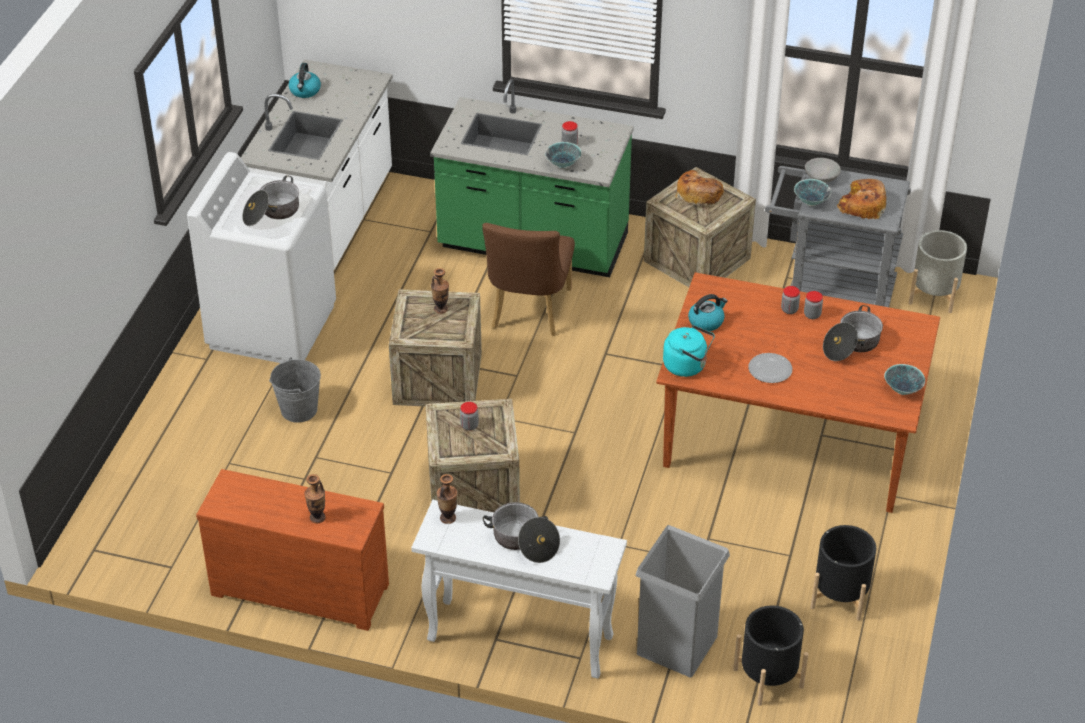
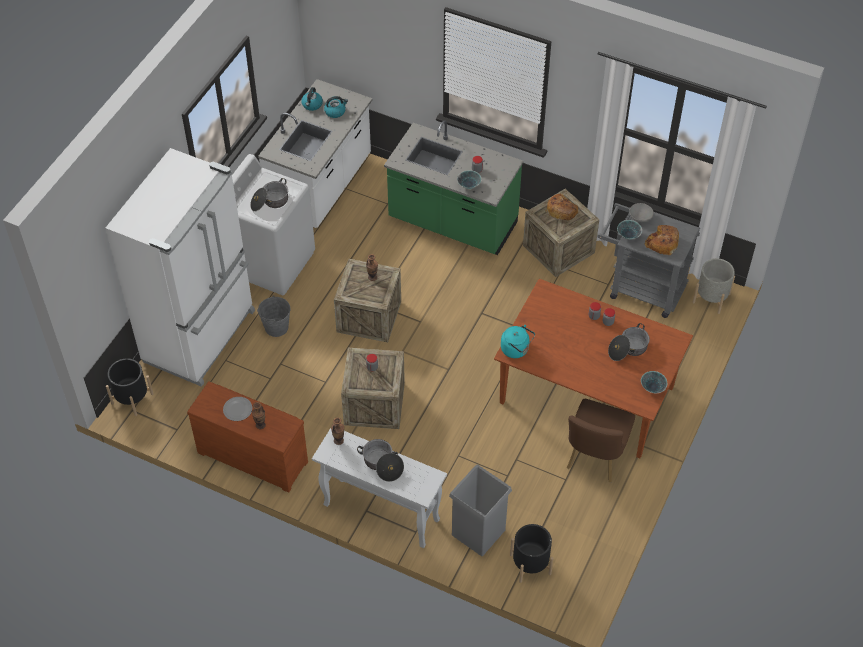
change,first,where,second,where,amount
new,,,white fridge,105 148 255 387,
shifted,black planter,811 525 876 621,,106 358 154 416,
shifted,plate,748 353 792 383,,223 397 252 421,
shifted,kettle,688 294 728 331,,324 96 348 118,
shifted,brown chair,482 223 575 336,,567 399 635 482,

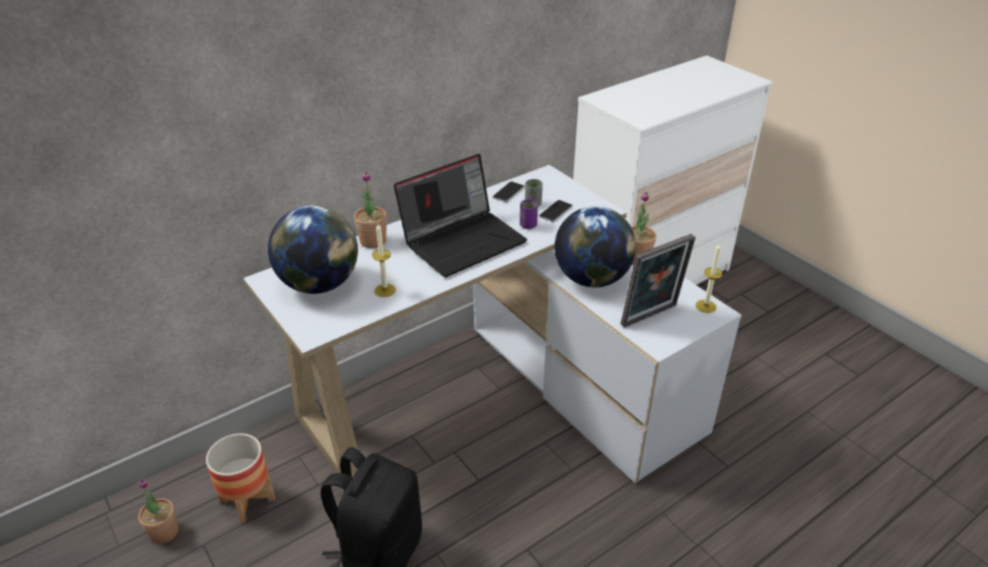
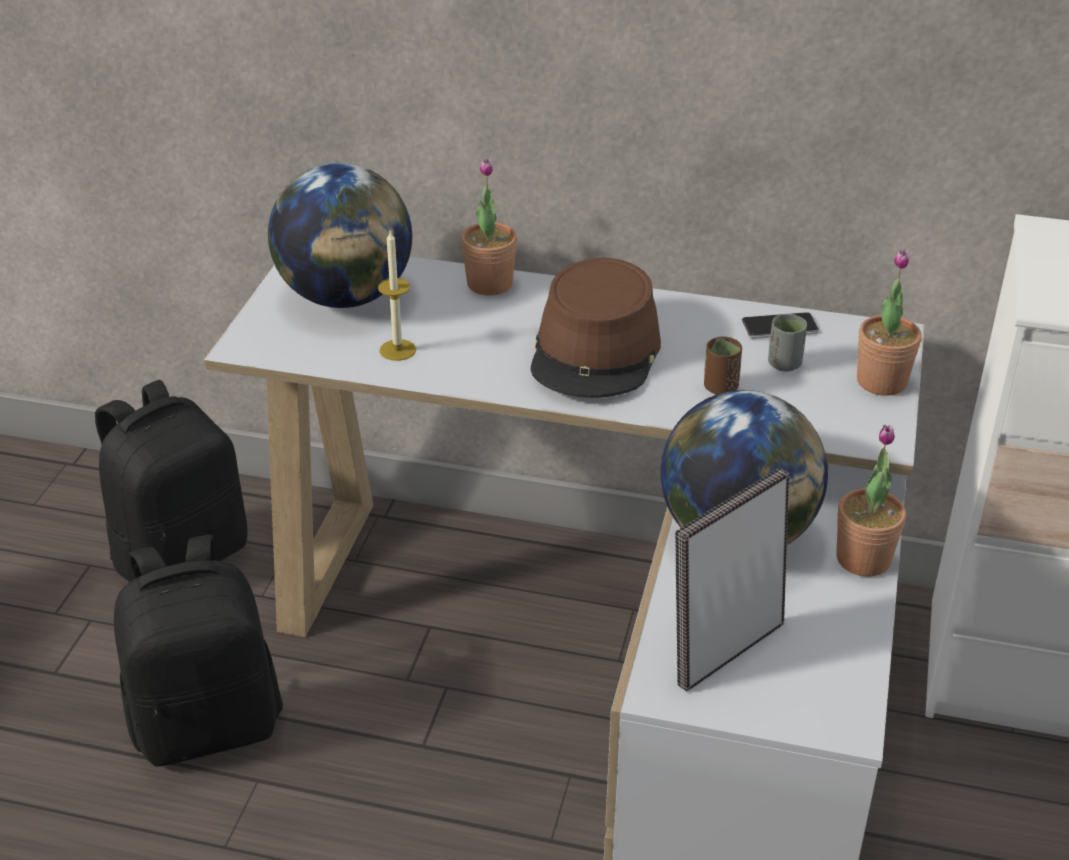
change,first,where,second,where,amount
swapped,planter,206 434 275 523,black backpack,95 380 247 582,
swapped,laptop,394 154 527 277,brown hat,530 258 661 398,
rotated,picture frame,621 234 696 328,,675 468 789 692,120 degrees clockwise
repainted,purple cup,520 199 538 229,brown cup,704 337 742 395,
shifted,potted plant,138 478 179 544,,857 250 922 396,
gone,phone,539 200 573 222,,,
gone,candle,696 243 722 313,,,

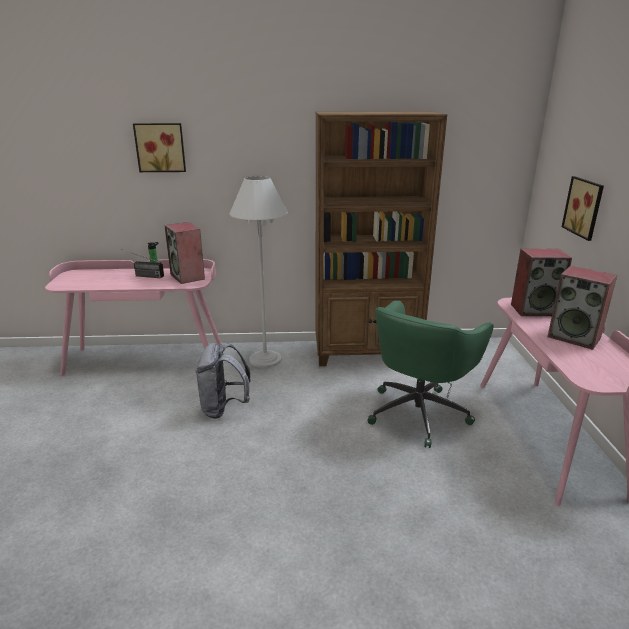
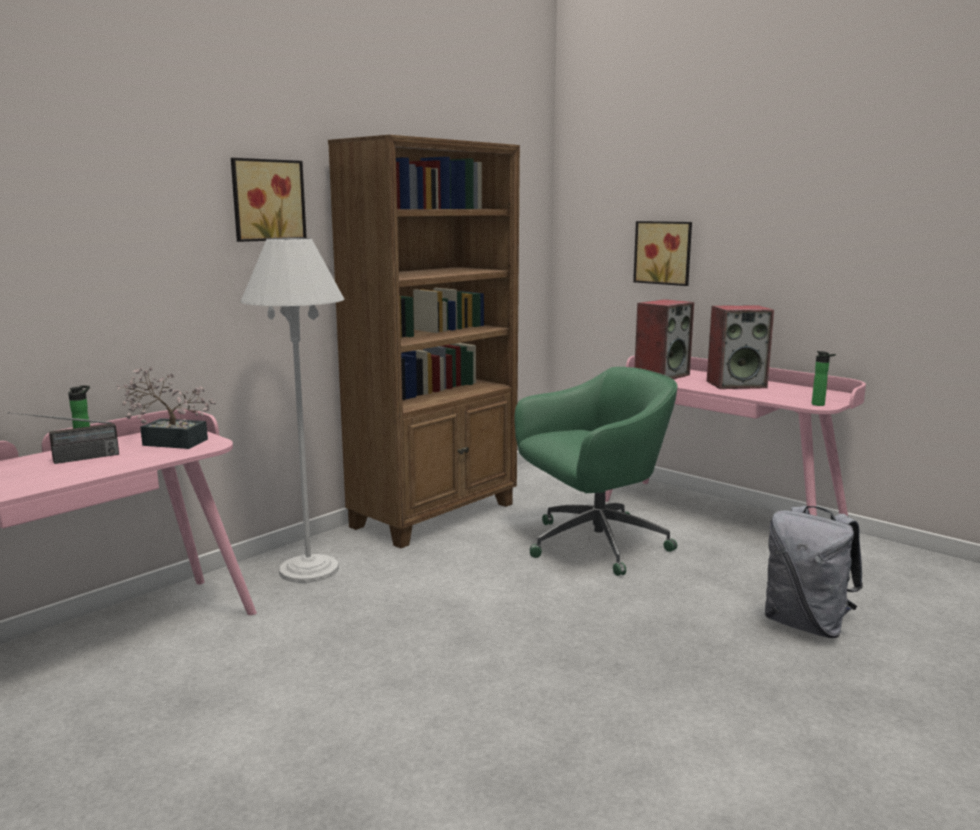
change,first,where,second,where,amount
swapped,speaker,164 222 205 284,potted plant,117 367 216 449,
shifted,picture,133 123 186 172,,231 158 307 242,
rotated,green office chair,367 300 493 448,,515 367 677 576,105 degrees counterclockwise
shifted,grey backpack,195 342 251 419,,765 506 863 638,
new,,,bottle,812 351 836 406,

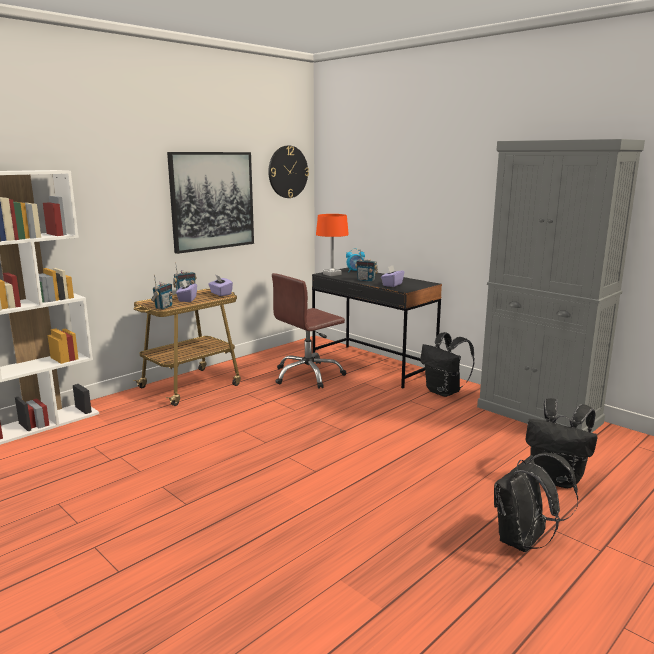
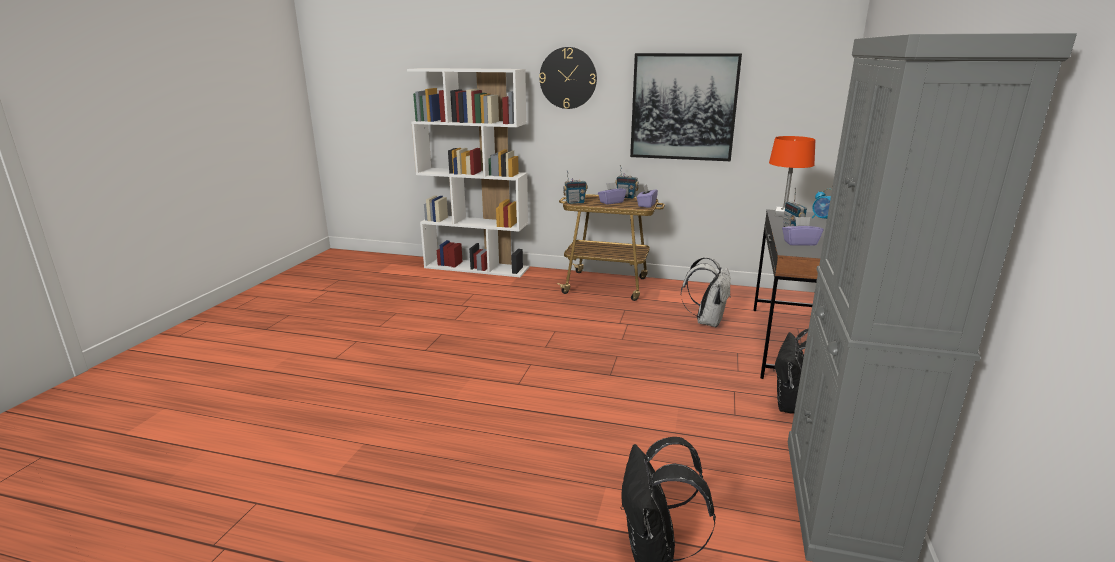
change,first,where,second,where,amount
shifted,wall clock,268 146 309 198,,539 47 597 109,
swapped,brown office chair,272 273 346 389,white backpack,681 257 731 327,
gone,black backpack,494 453 578 552,,,

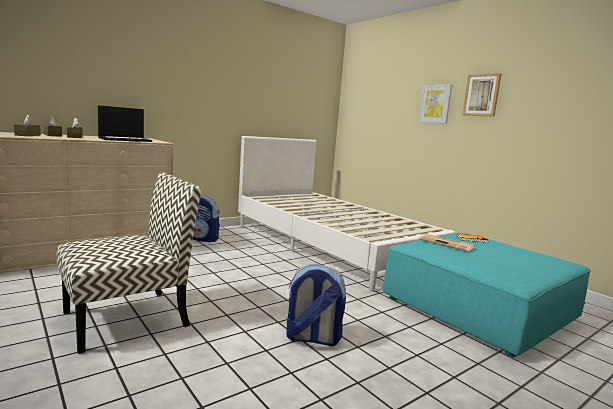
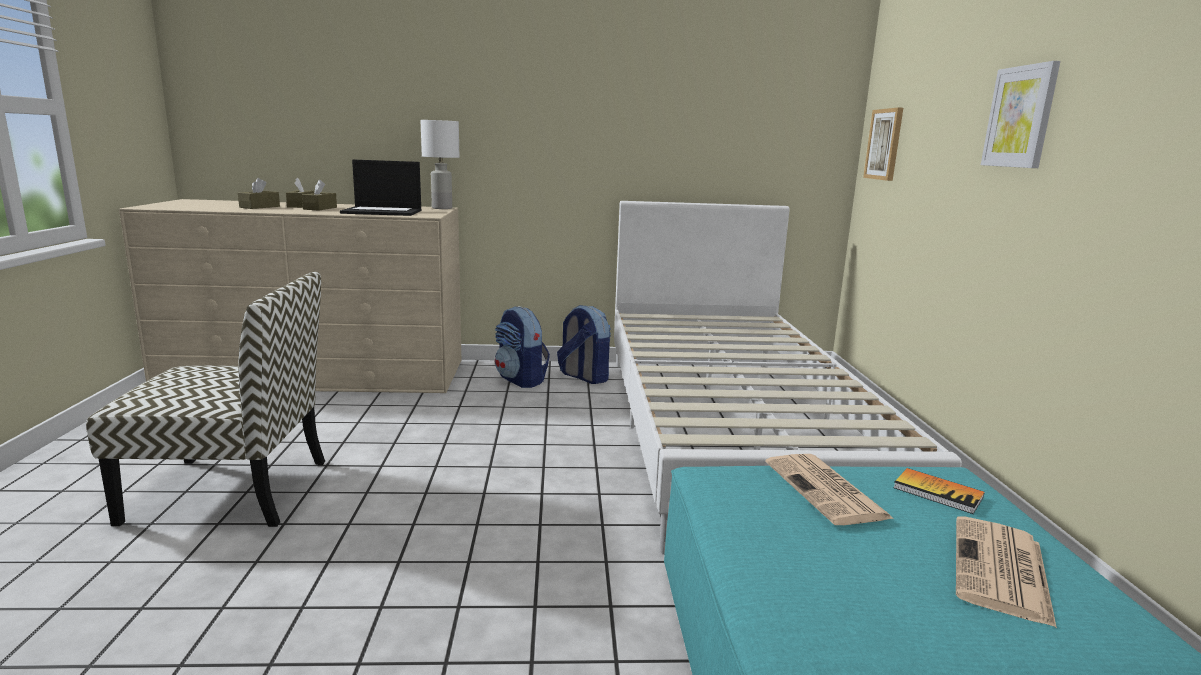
change,first,where,second,where,amount
new,,,white table lamp,420 120 459 209,
shifted,backpack,286 264 346 346,,557 305 611 384,
shifted,picture,462 73 502 117,,863 107 903 181,
new,,,newspaper,956 516 1057 628,

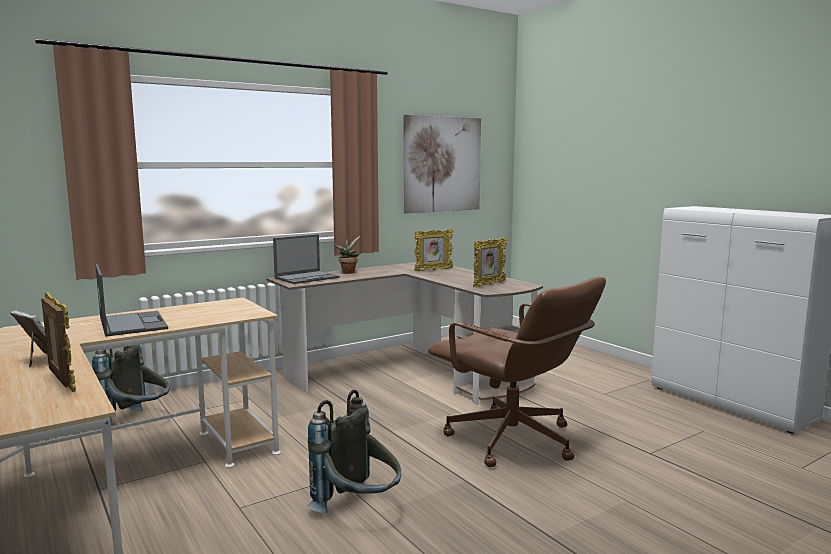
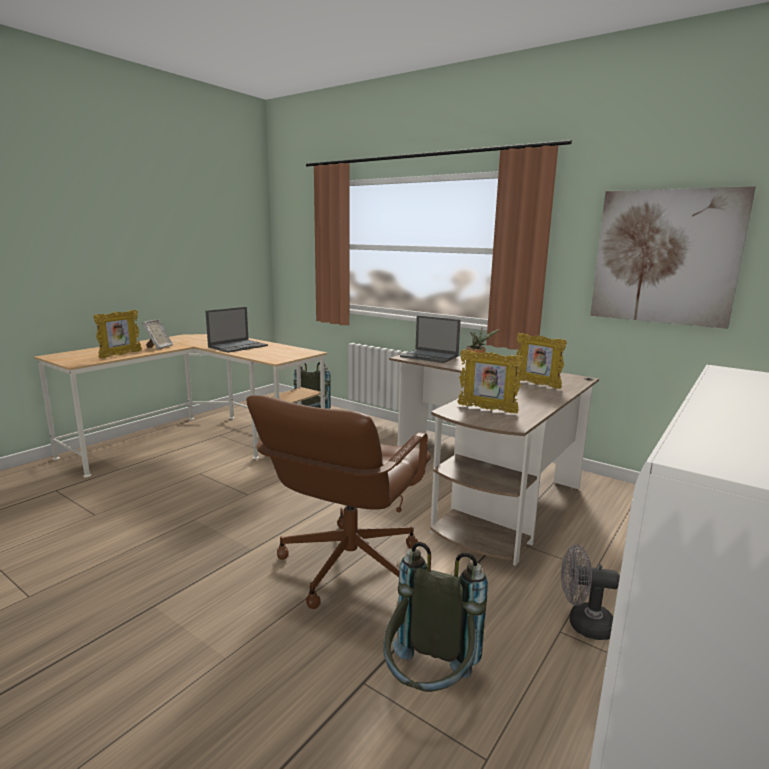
change,first,where,second,where,amount
shifted,grey backpack,307 390 401 513,,384 542 488 692,
new,,,grey fan,561 545 620 640,

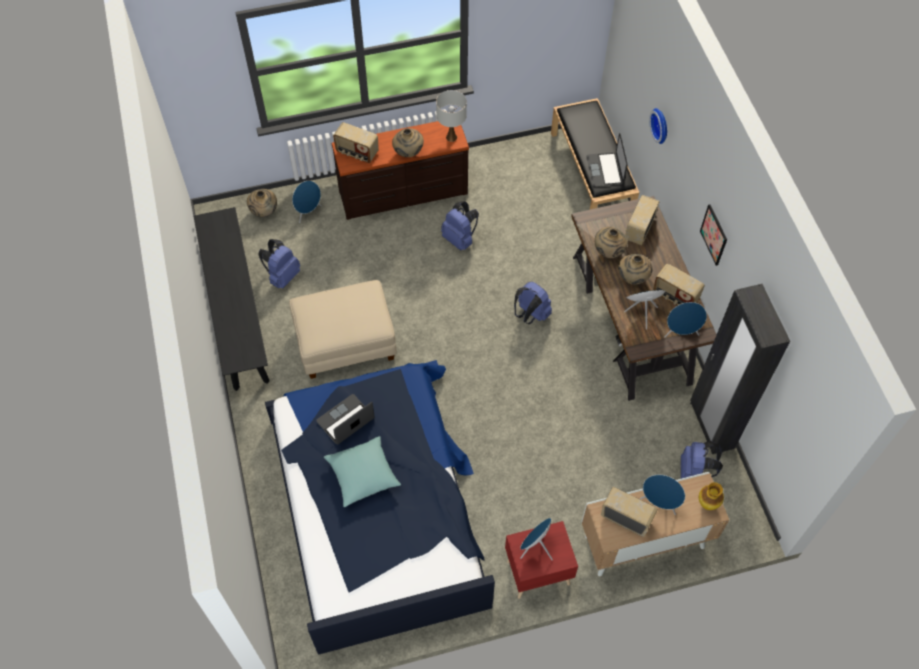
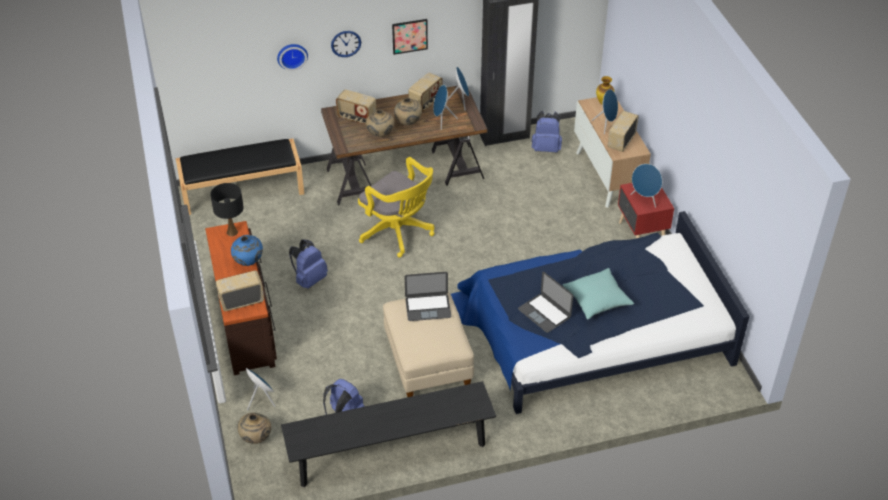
change,first,where,second,where,amount
repainted,white table lamp,436 90 467 142,black table lamp,210 183 244 236,
rotated,radio,333 122 379 163,,216 271 264 311,135 degrees counterclockwise
repainted,beige vase,392 128 424 157,blue vase,231 235 263 266,
new,,,wall clock,331 31 361 57,
swapped,blue backpack,514 282 552 324,yellow office chair,358 157 434 258,
shifted,laptop,586 133 628 187,,405 272 451 321,

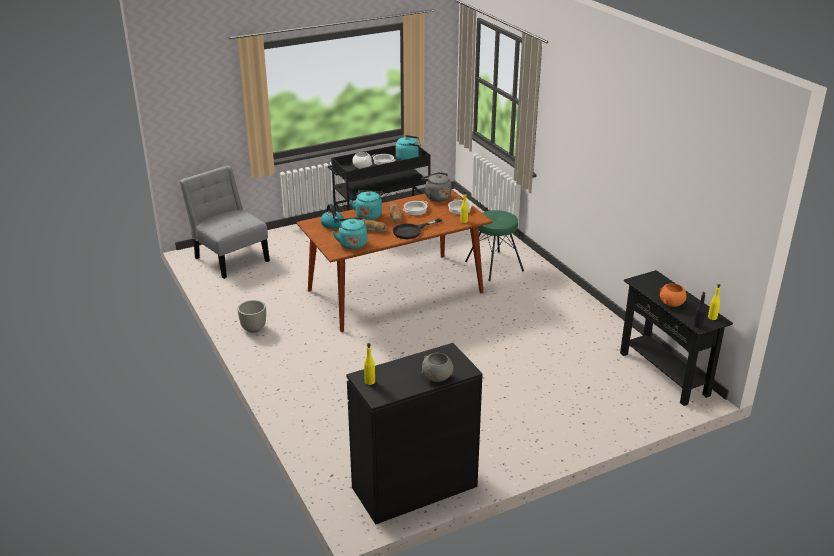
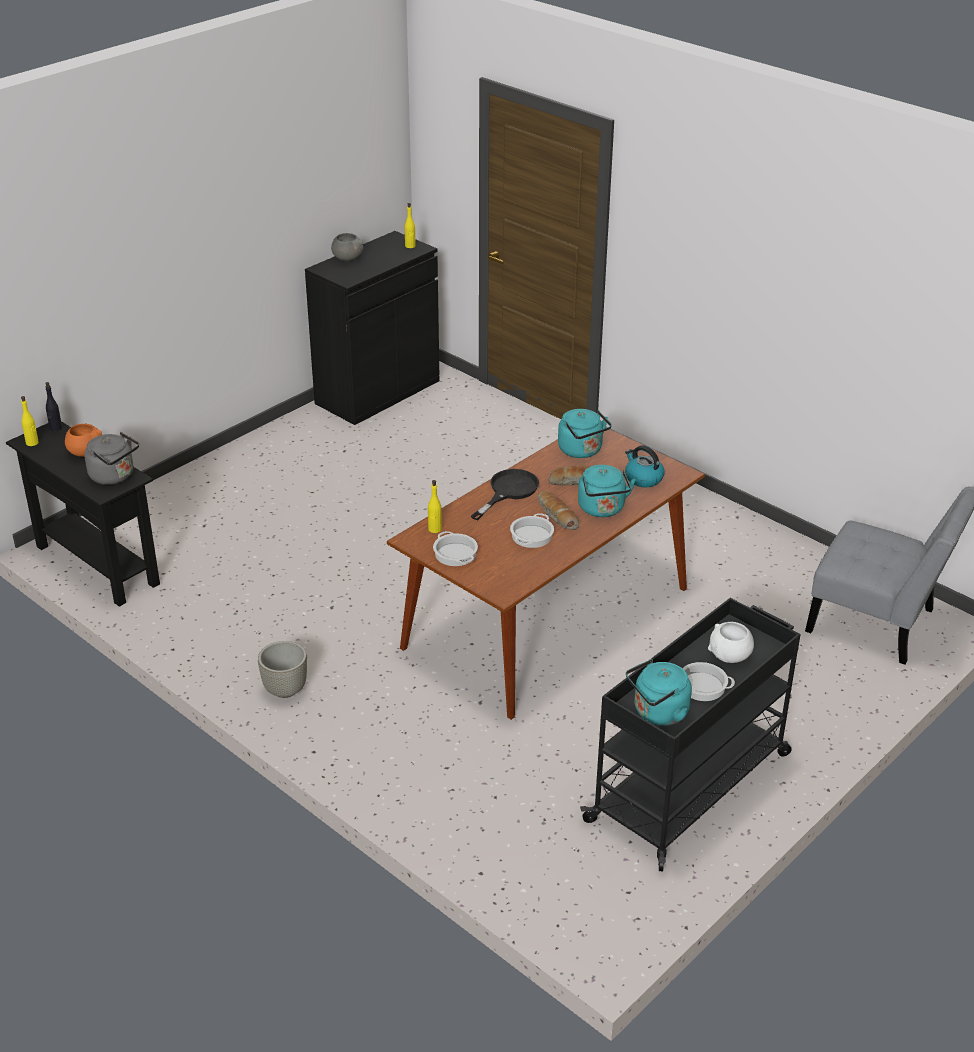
change,first,where,second,where,amount
shifted,grey kettle,421 172 451 202,,84 432 139 485,
shifted,grey planter,237 300 266 333,,258 641 307 698,
gone,green stool,465 210 524 281,,,

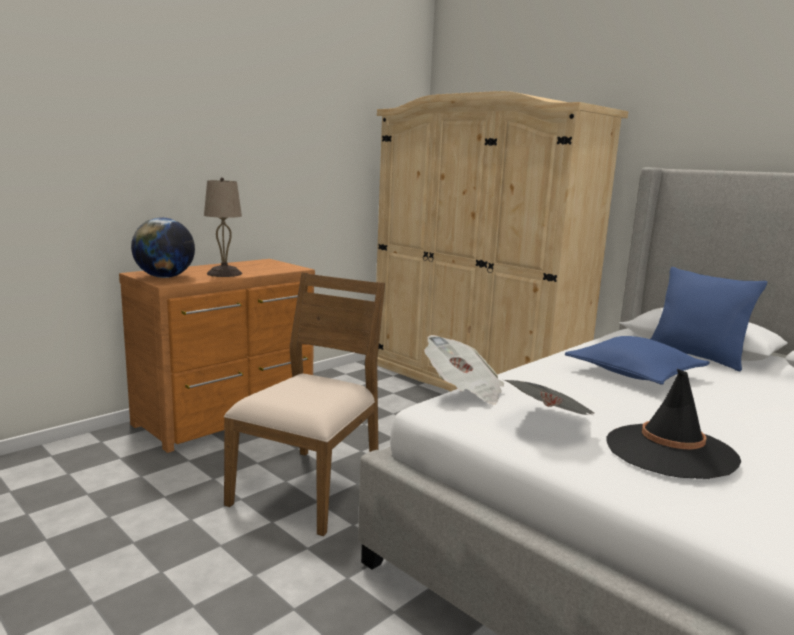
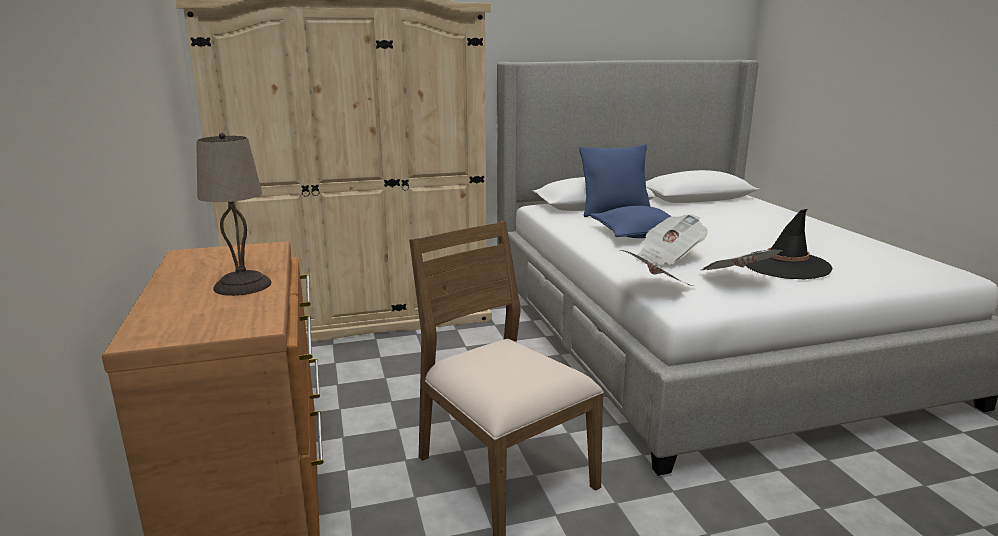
change,first,where,second,where,amount
new,,,newspaper,635 214 708 264,
gone,globe,131 218 195 278,,,

